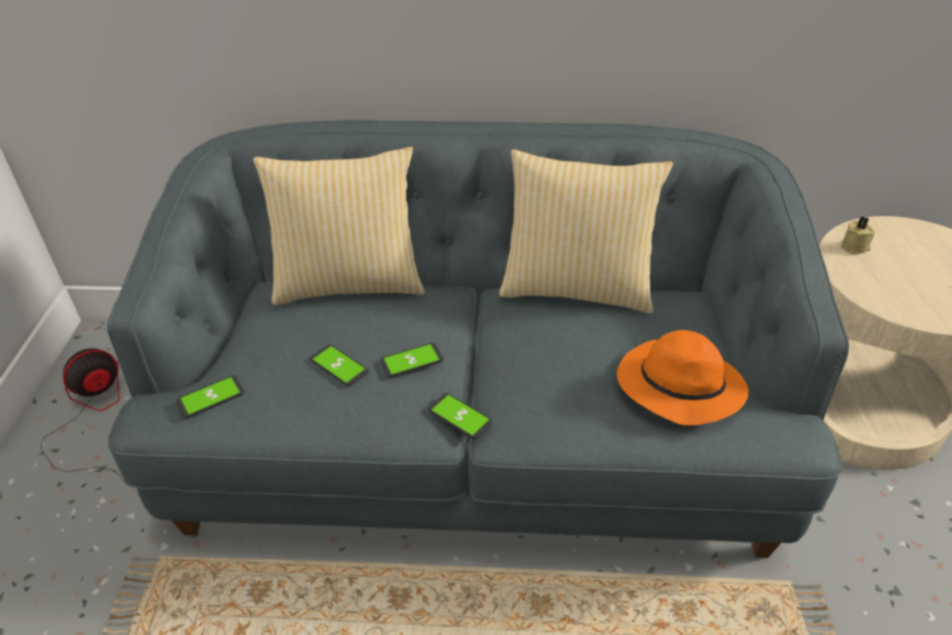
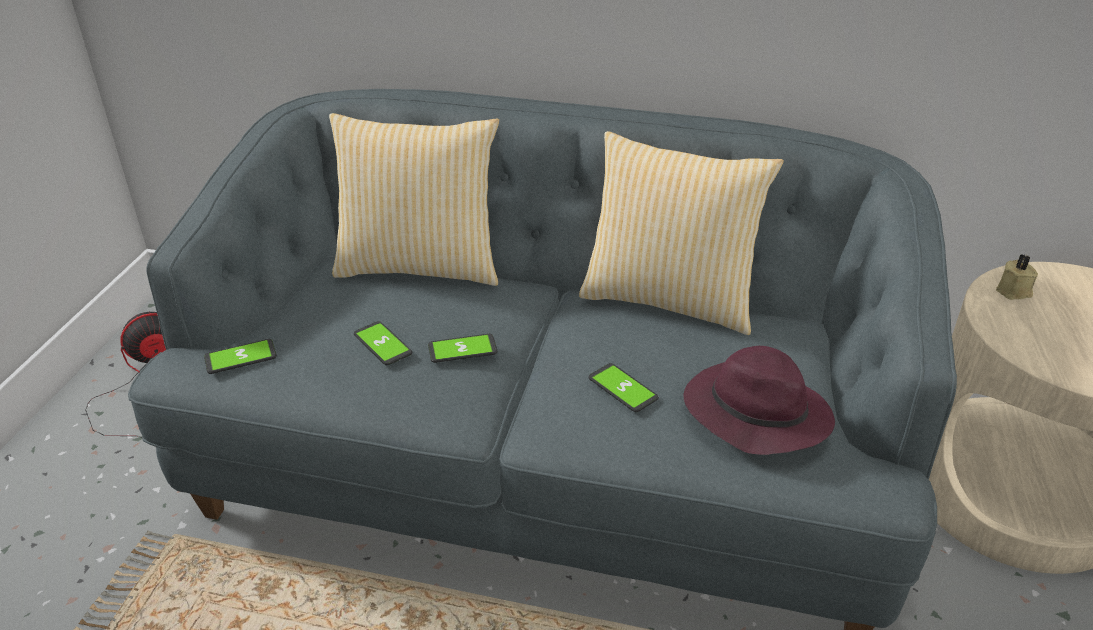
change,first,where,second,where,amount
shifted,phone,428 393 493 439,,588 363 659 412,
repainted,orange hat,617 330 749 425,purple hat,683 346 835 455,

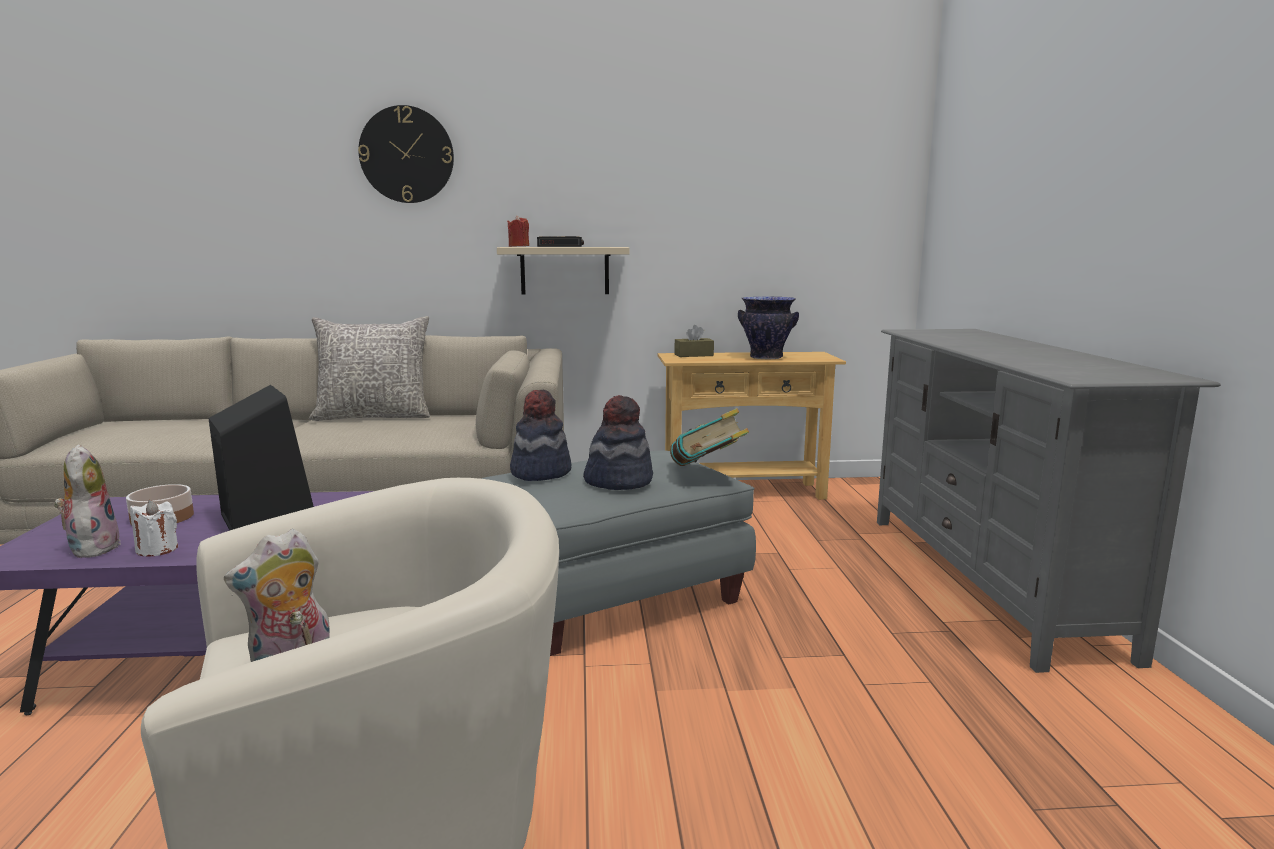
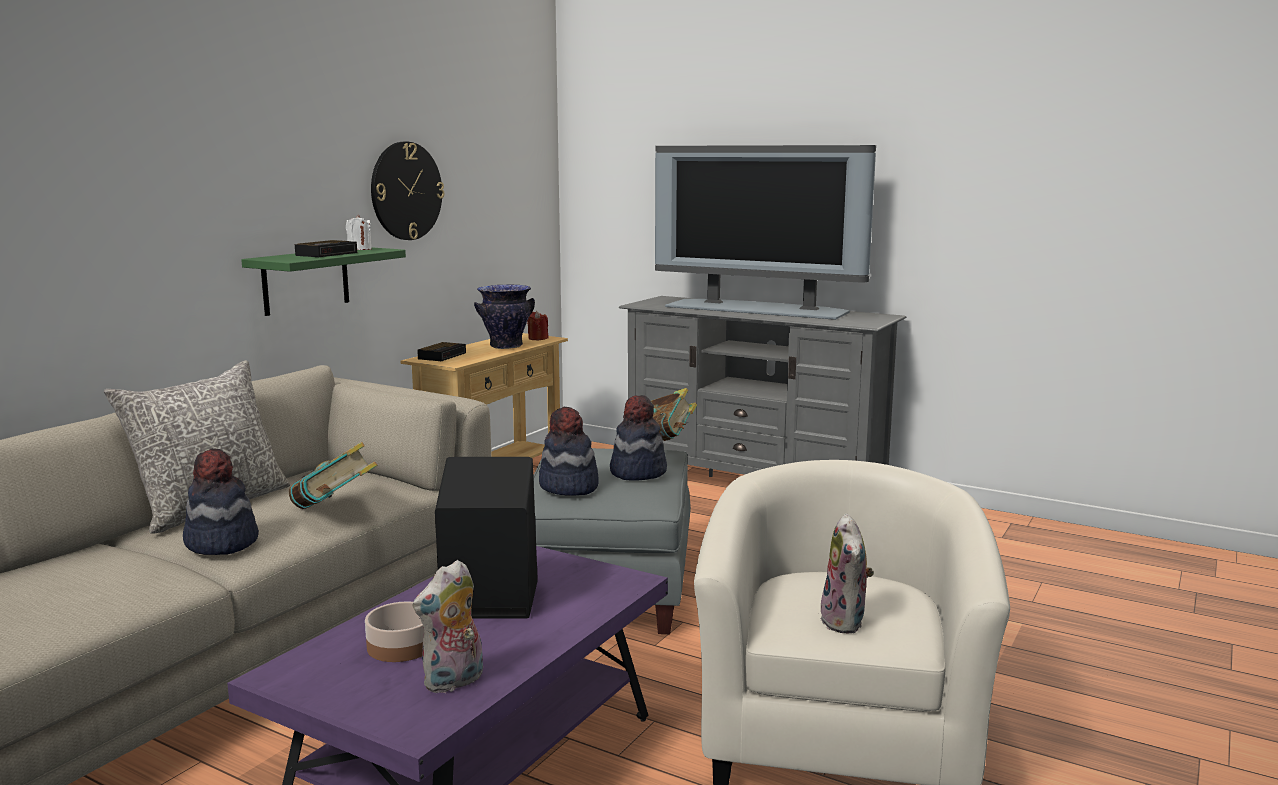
change,first,where,second,where,amount
new,,,hat,183 448 259 555,
repainted,beige shelf,497 247 630 295,green shelf,241 247 406 316,
new,,,book,289 442 377 509,
shifted,white candle,130 500 178 557,,346 215 371 250,
shifted,wall clock,358 105 454 203,,371 142 444 240,
rotated,plush toy,54 444 121 558,,412 560 483 693,60 degrees counterclockwise
swapped,brown tissue box,675 325 714 357,alarm clock,417 342 466 361,
shifted,red candle,507 215 529 247,,527 311 548 340,
new,,,television,655 145 876 320,

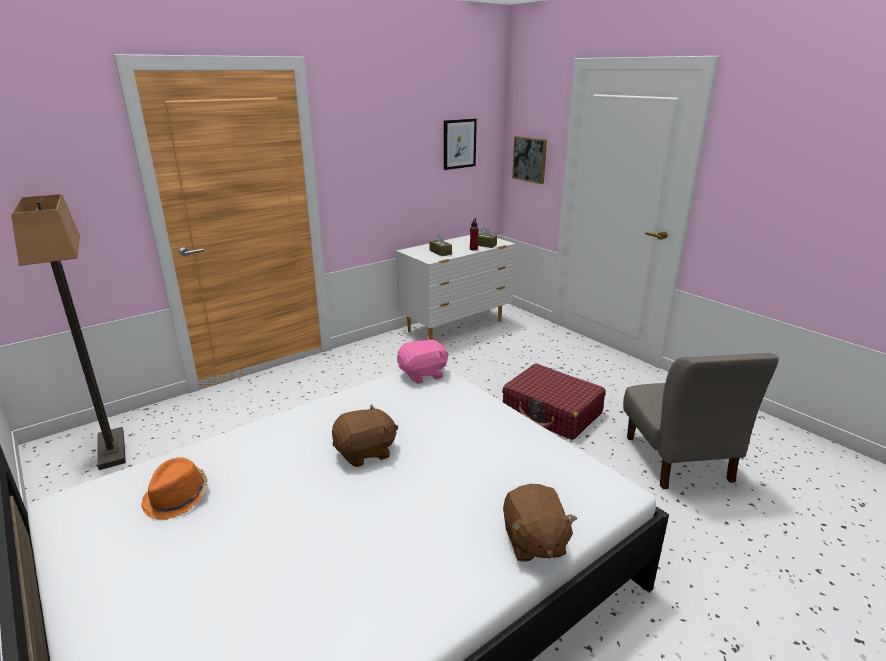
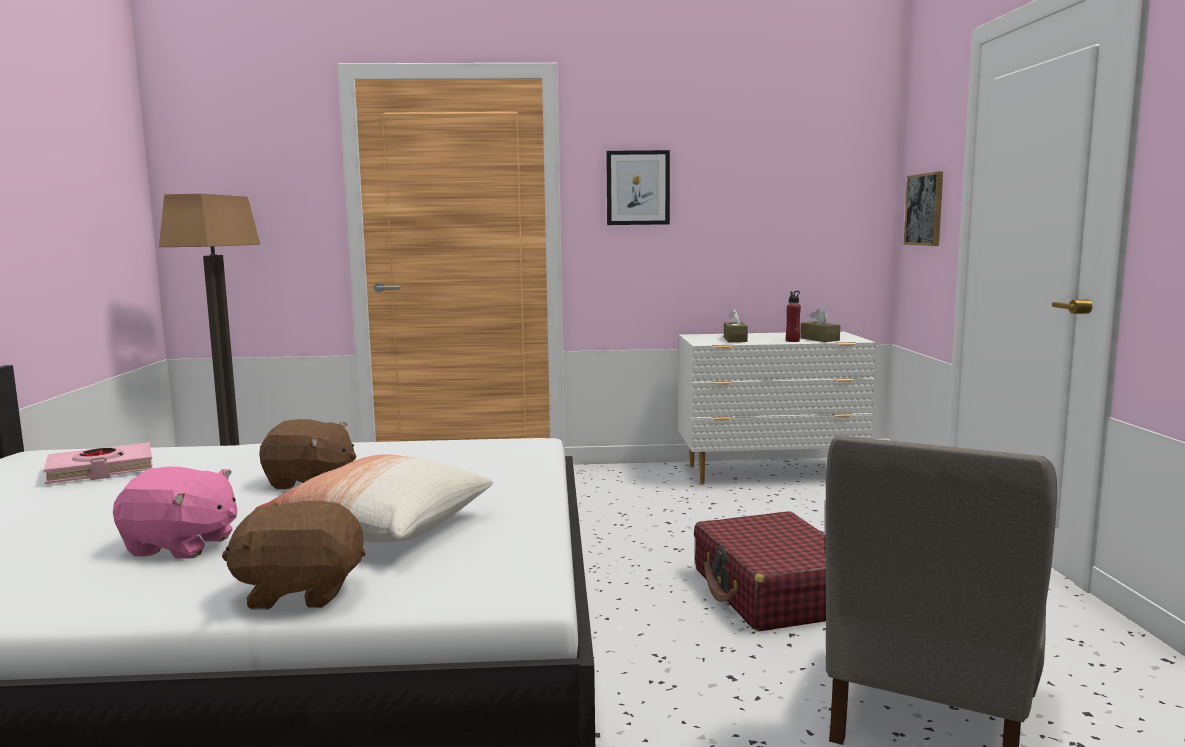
change,first,where,second,where,amount
swapped,orange hat,141 457 207 520,pink book,44 442 153 484,
shifted,pink plush toy,397 337 449 383,,113 467 237 559,
rotated,brown plush toy,503 484 577 562,,222 501 365 609,60 degrees clockwise
new,,,pillow,255 455 493 543,
shifted,picture,444 119 477 170,,606 150 670 225,

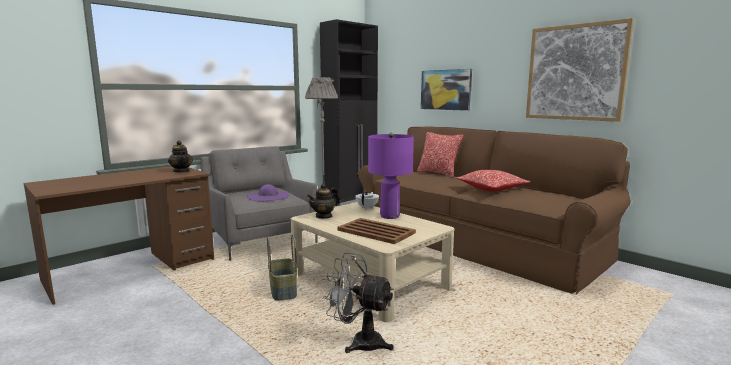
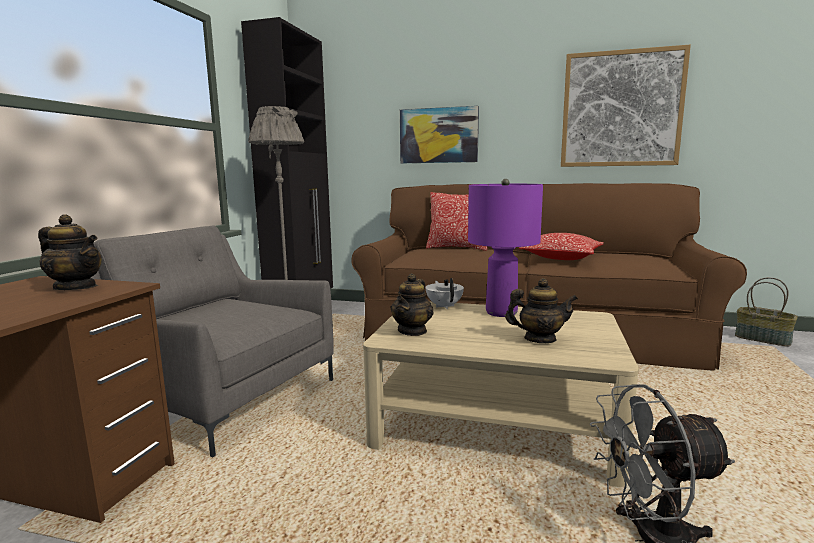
change,first,where,second,where,amount
swapped,brown tray,338 218 416 244,teapot,505 278 578 343,
shifted,basket,267 234 297 301,,735 277 798 347,
gone,purple hat,246 184 290 201,,,

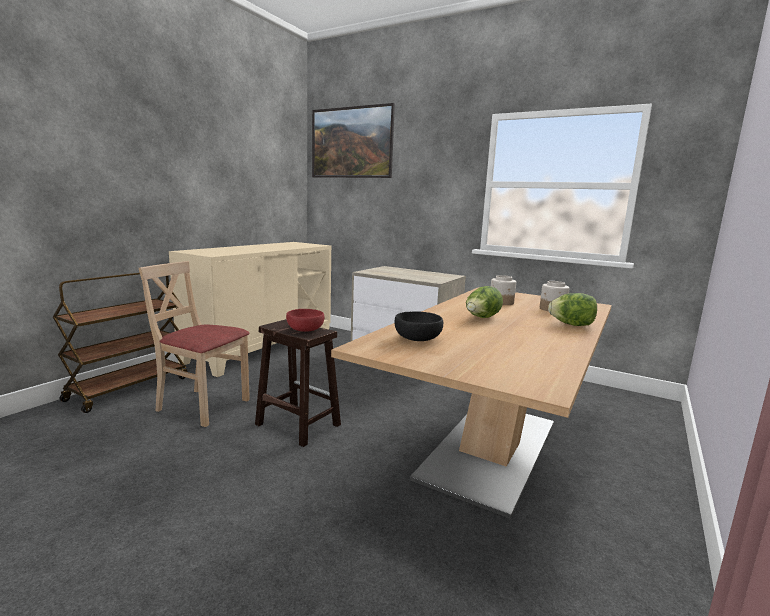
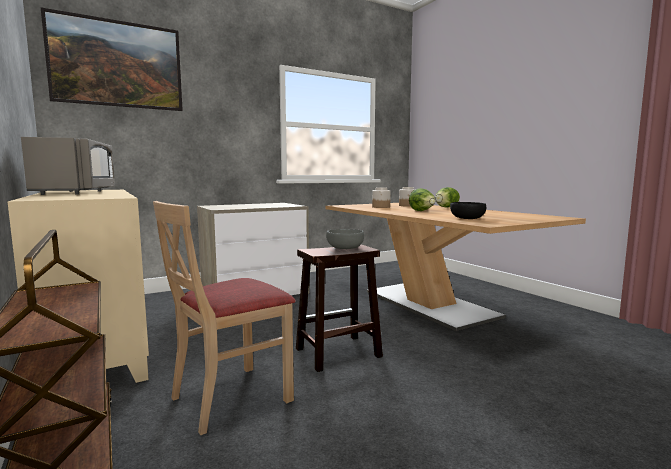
change,first,where,second,where,amount
new,,,grey microwave,21 137 115 195,
repainted,red bowl,286 309 324 332,grey bowl,326 229 364 249,

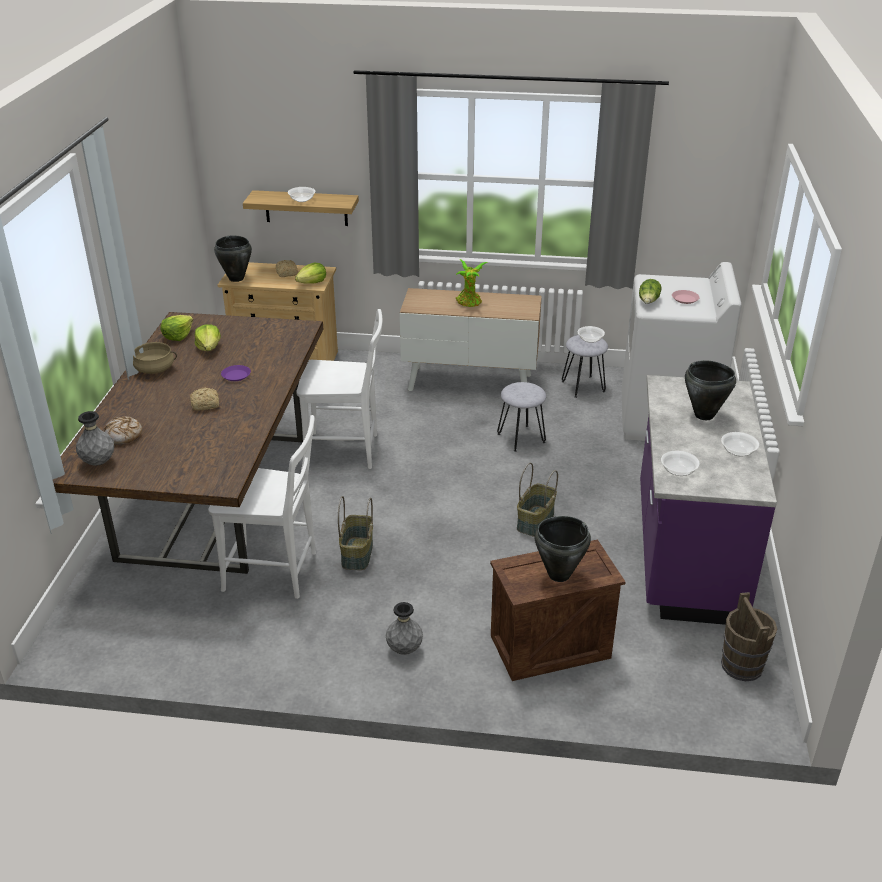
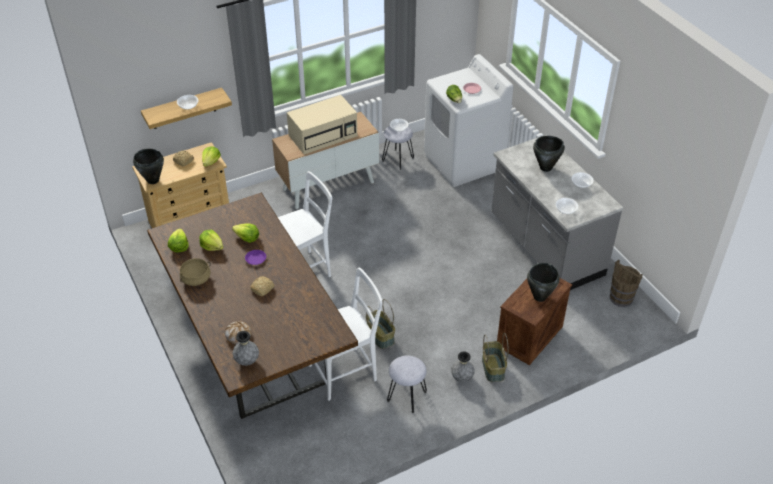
change,first,where,second,where,amount
new,,,lettuce,232 224 259 243,
swapped,potted plant,456 259 488 307,beige microwave,287 95 357 155,
shifted,grey stool,497 382 546 452,,387 355 427 413,
shifted,basket,517 463 558 537,,482 333 509 382,
repainted,purple counter,640 375 777 625,grey counter,491 135 623 290,

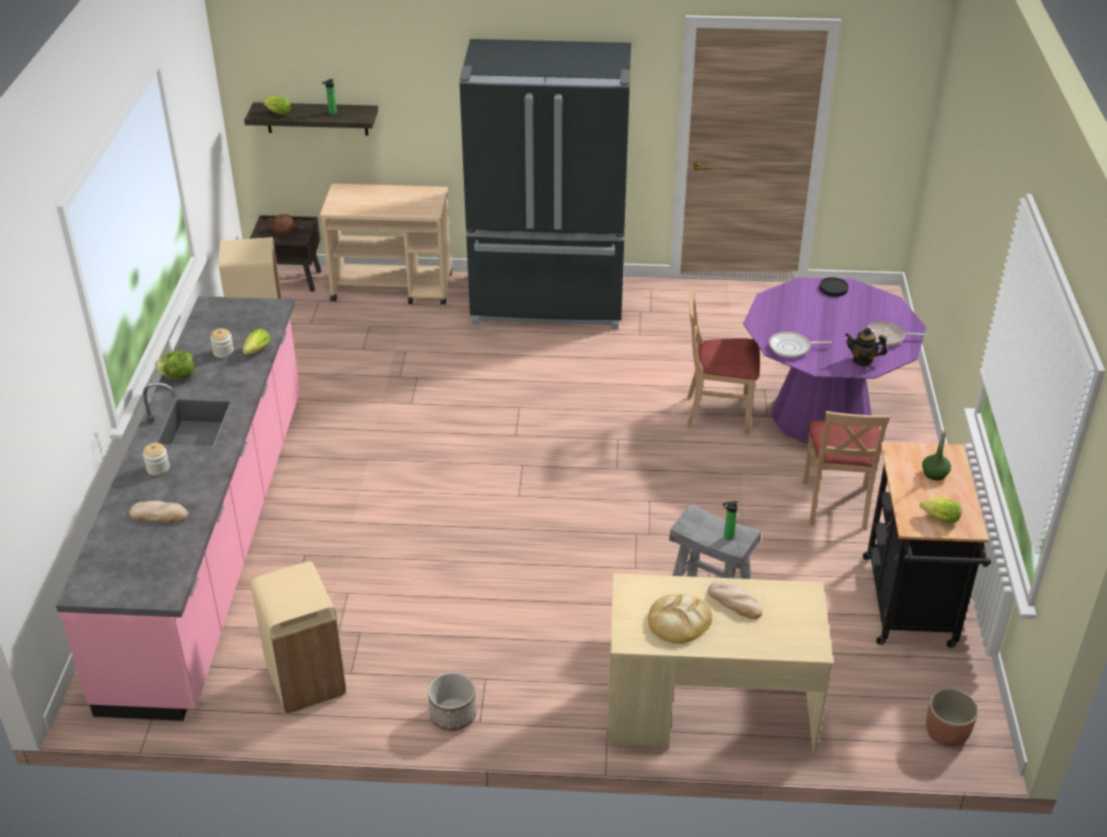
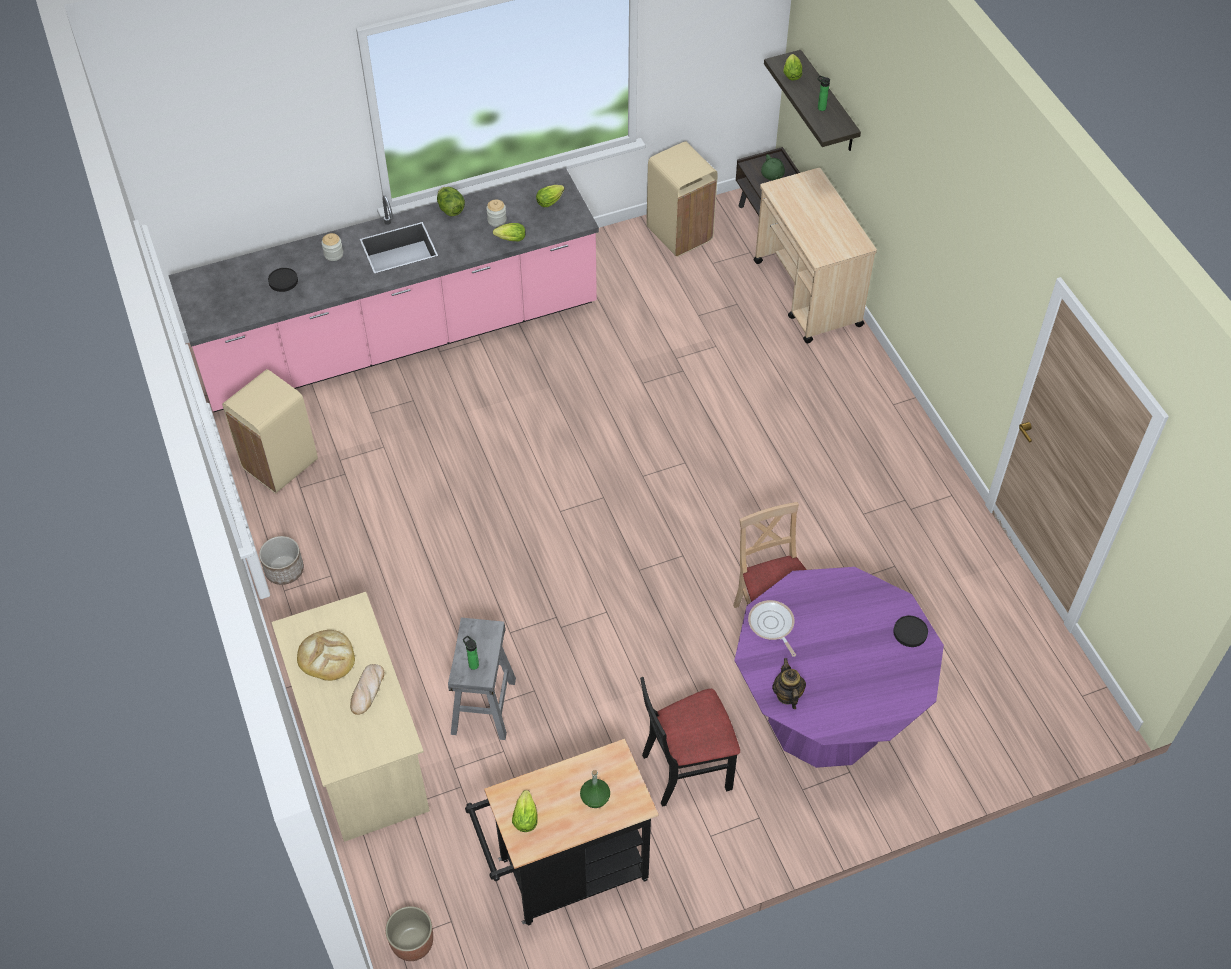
change,first,where,second,where,amount
swapped,bread,129 501 189 523,black plate,268 268 298 292,
new,,,lettuce,536 185 565 207,
repainted,beige chair,803 411 890 530,black chair,640 677 740 807,
repainted,brown teapot,266 214 302 235,green teapot,761 154 785 180,
gone,black fridge,459 39 631 329,,,
gone,frying pan,866 321 927 346,,,

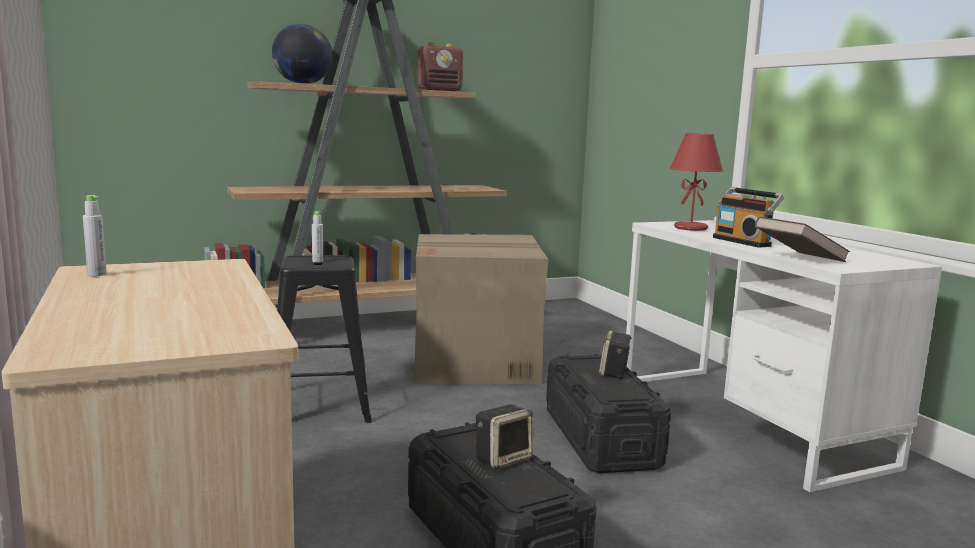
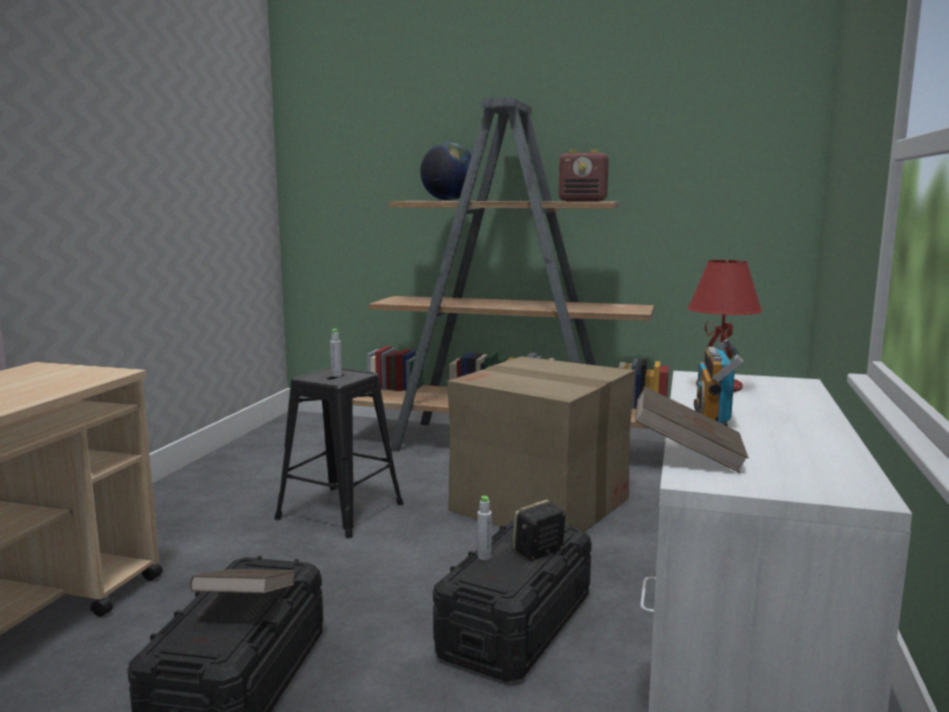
change,first,where,second,where,amount
swapped,speaker,476 404 533 469,brown book,190 569 296 593,
shifted,grey bottle,83 195 107 276,,478 496 492 560,

